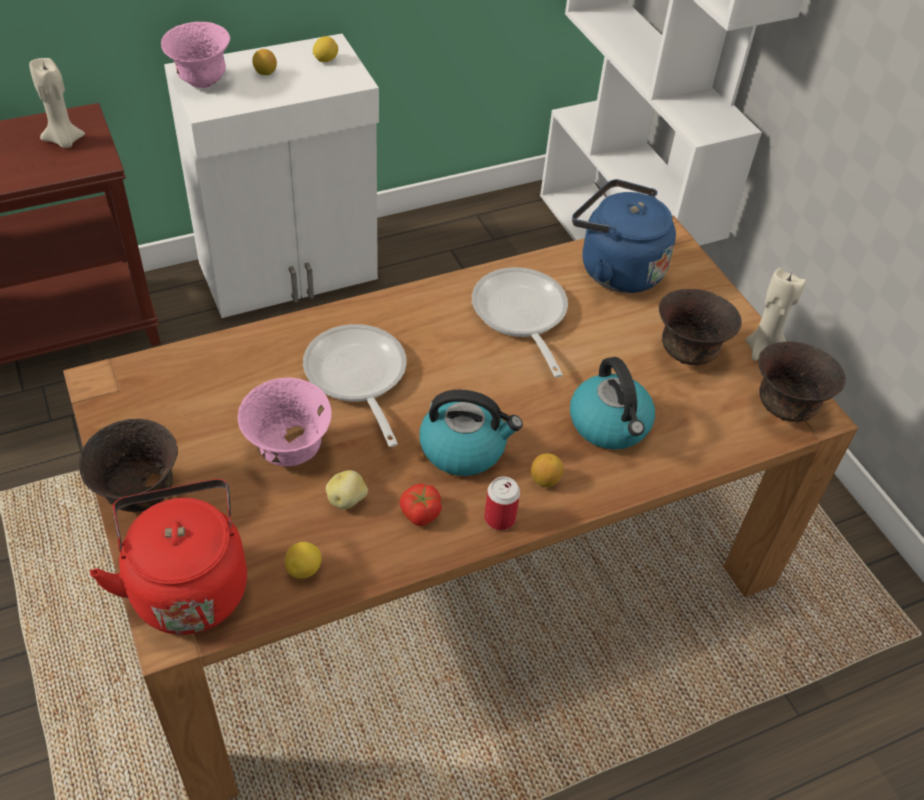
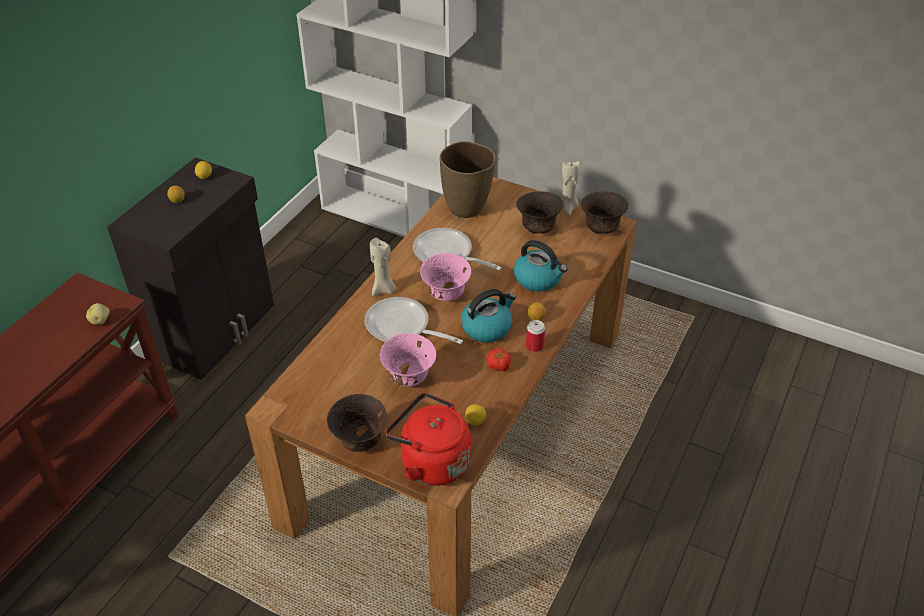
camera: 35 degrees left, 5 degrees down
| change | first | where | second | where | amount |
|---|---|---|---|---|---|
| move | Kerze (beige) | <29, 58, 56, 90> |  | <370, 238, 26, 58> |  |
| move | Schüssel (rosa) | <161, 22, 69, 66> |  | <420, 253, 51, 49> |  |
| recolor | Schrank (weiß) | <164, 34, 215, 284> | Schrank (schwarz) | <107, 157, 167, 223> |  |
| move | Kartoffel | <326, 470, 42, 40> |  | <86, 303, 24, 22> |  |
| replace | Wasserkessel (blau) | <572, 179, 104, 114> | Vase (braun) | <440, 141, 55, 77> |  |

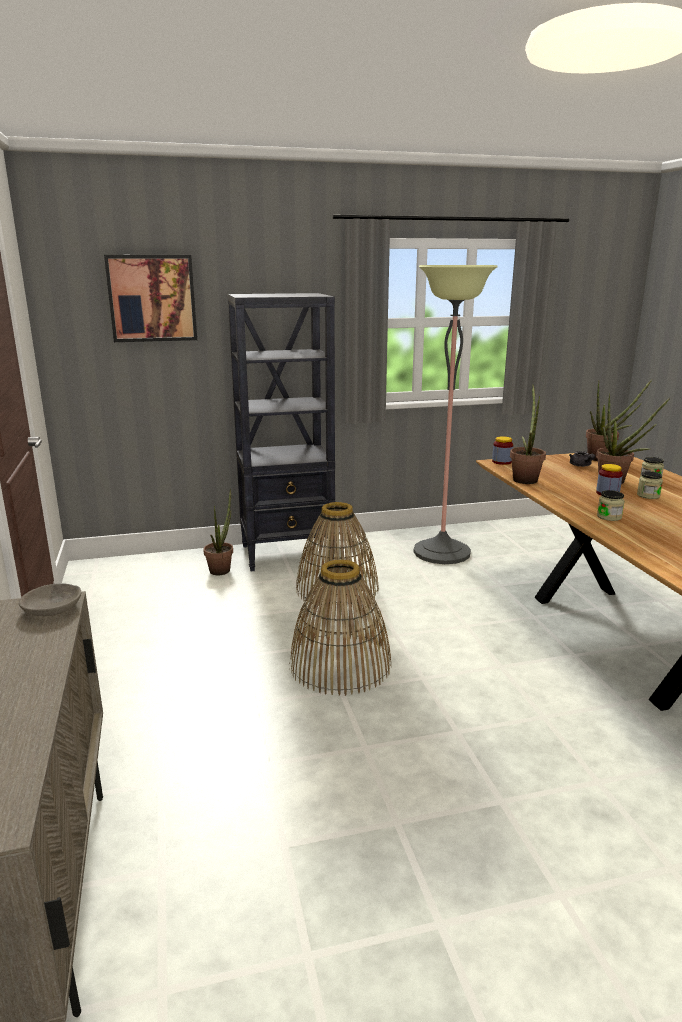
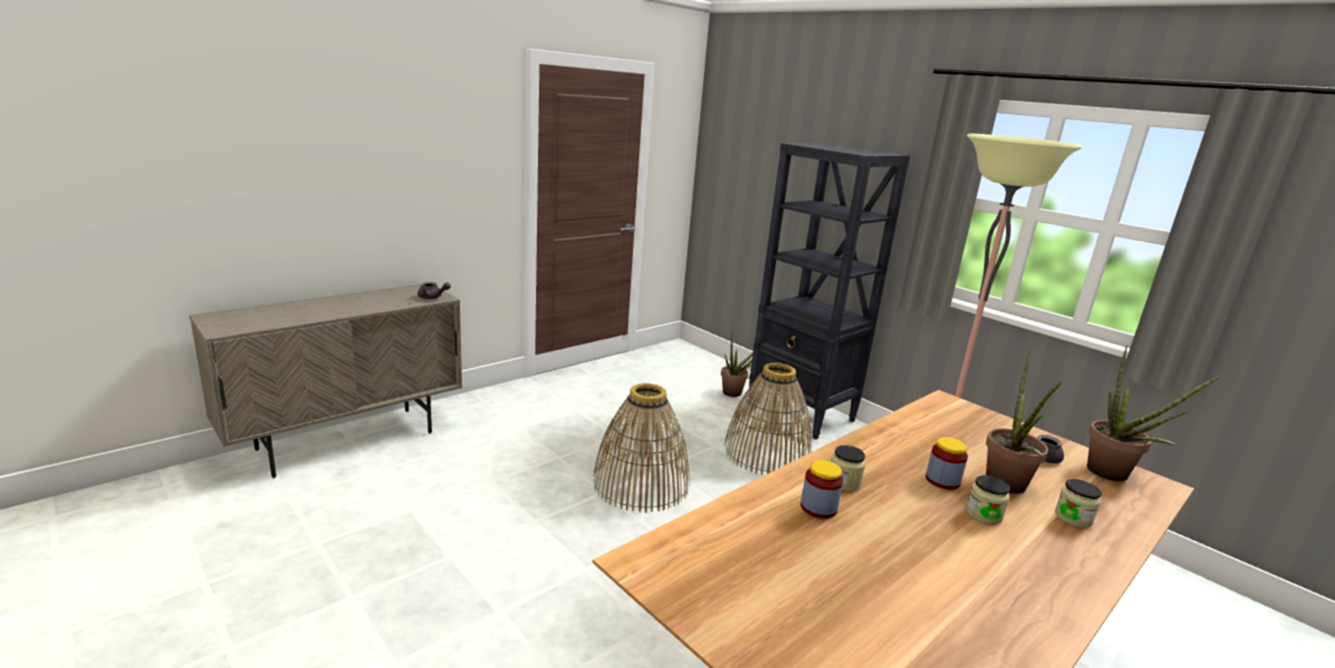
camera: 60 degrees right, 0 degrees up
| change | first | where | second | where | amount |
|---|---|---|---|---|---|
| replace | Schüssel (grau) | <19, 583, 62, 33> | Teekanne (grau) | <418, 282, 33, 17> |  |
| delete | Bild | <104, 255, 93, 87> |  |  |  |
| move | Vorratsglas | <492, 436, 21, 29> |  | <801, 460, 42, 59> |  |
| delete | Topfpflanze | <510, 384, 36, 100> |  |  |  |

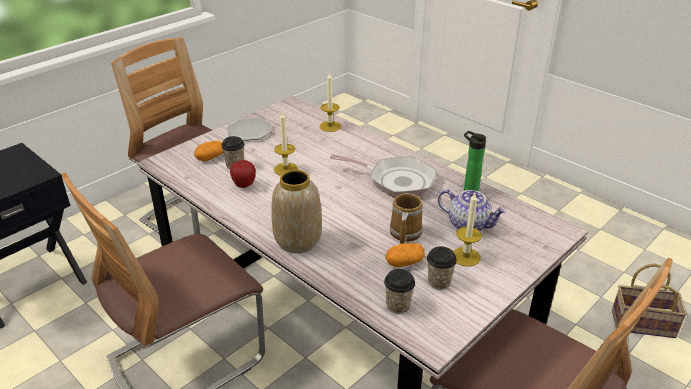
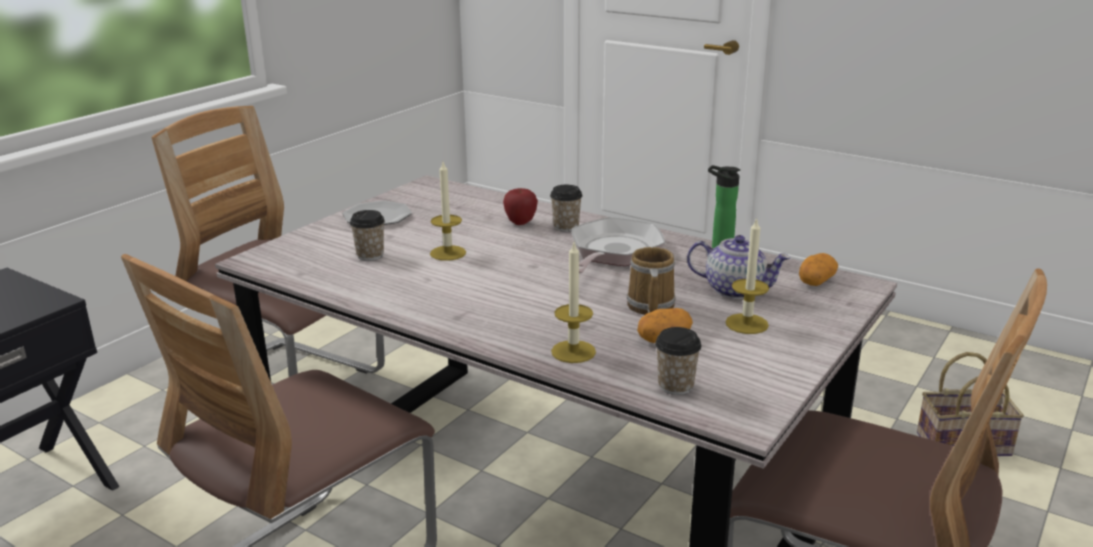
camera: 10 degrees left, 10 degrees down
| change | first | where | second | where | amount |
|---|---|---|---|---|---|
| move | Kartoffel | <194, 141, 29, 20> |  | <799, 253, 39, 33> |  |
| move | Apfel | <230, 160, 26, 28> |  | <503, 188, 35, 37> |  |
| delete | Vase | <271, 170, 51, 83> |  |  |  |
| move | Kerze | <319, 72, 22, 60> |  | <551, 240, 45, 123> |  |
| rotate | Pfanne | <330, 154, 107, 44> |  | <572, 217, 93, 56> | 75 degrees counterclockwise |
| move | Tasse | <427, 246, 30, 44> |  | <550, 185, 32, 47> |  |

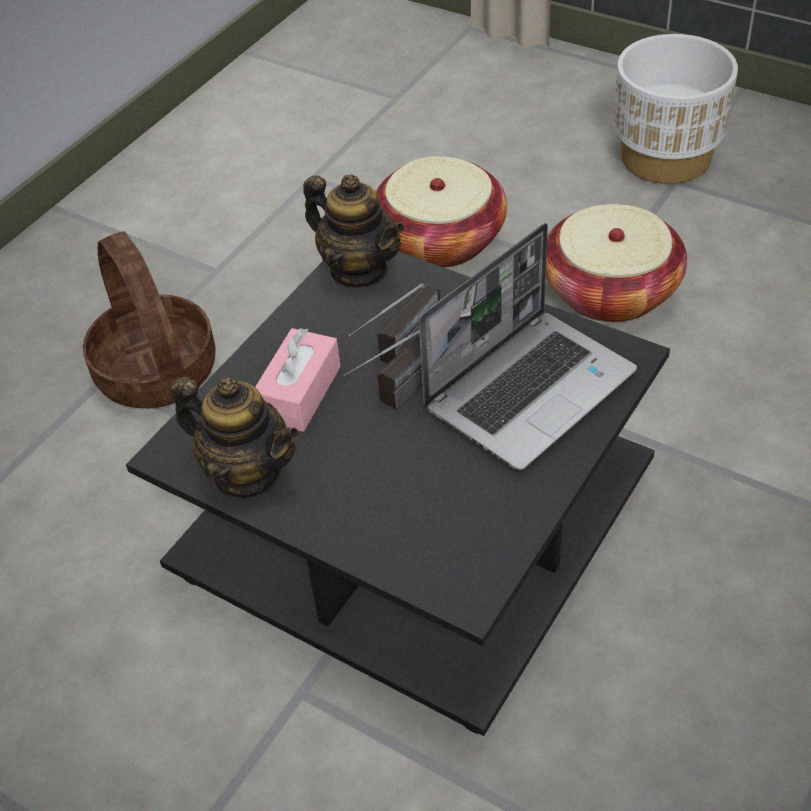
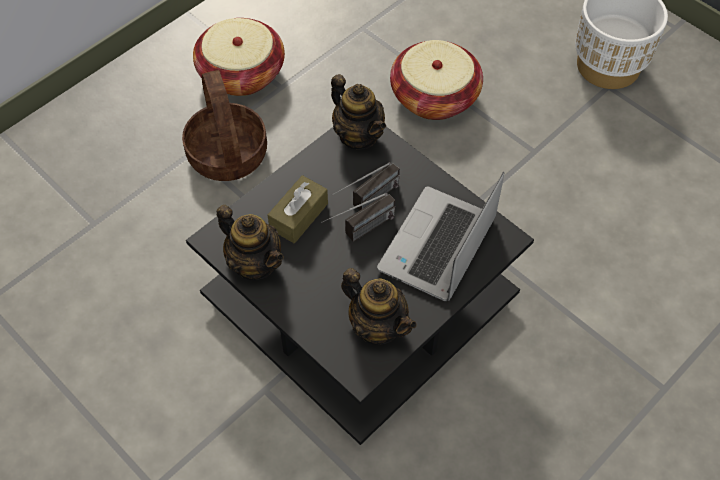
camera: 10 degrees right, 10 degrees up
| change | first | where | second | where | amount |
|---|---|---|---|---|---|
| recolor | Taschentuchbox (rosa) | <255, 328, 86, 104> | Taschentuchbox (braun) | <268, 175, 60, 68> |  |
| rotate | Laptop | <419, 223, 218, 247> |  | <377, 172, 128, 129> | 150 degrees clockwise |
| move | Korb | <546, 204, 141, 118> |  | <193, 18, 92, 78> |  |
| insert |  |  | Teekanne | <341, 268, 76, 77> |  |

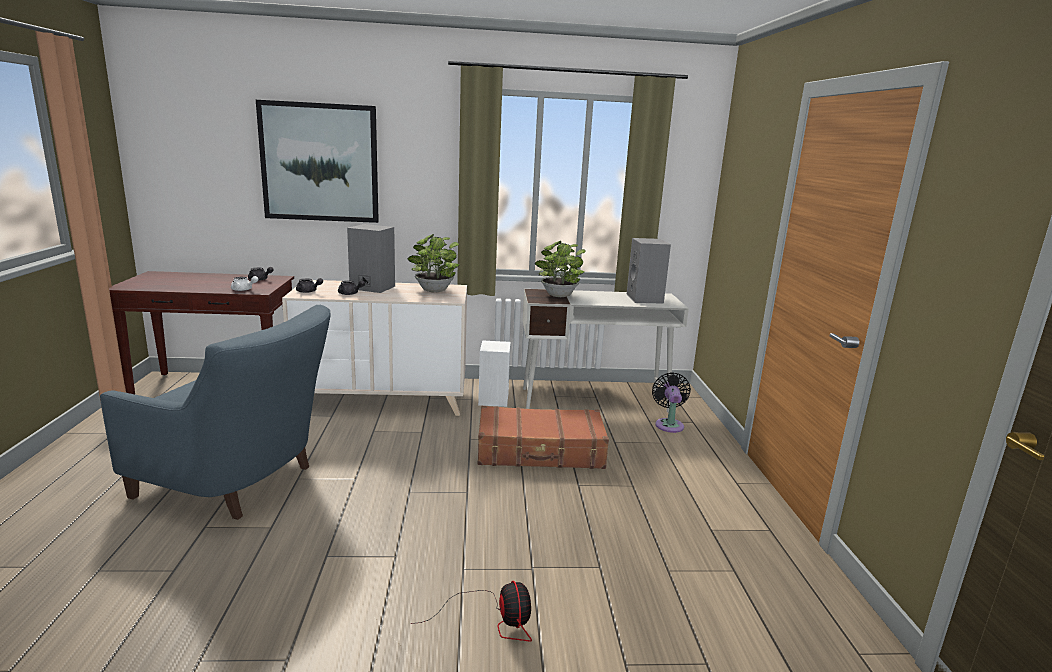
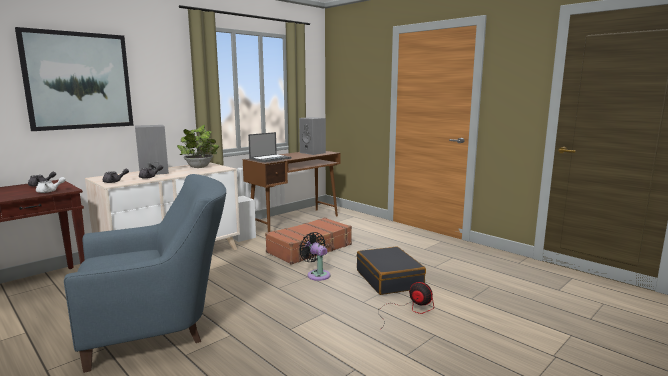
camera: 40 degrees left, 5 degrees down
| change | first | where | second | where | amount |
|---|---|---|---|---|---|
| recolor | Schreibtisch (weiß) | <523, 289, 166, 124> | Schreibtisch (braun) | <243, 151, 98, 81> |  |
| replace | Topfpflanze | <535, 241, 51, 56> | Laptop | <248, 132, 44, 30> |  |
| move | Ventilator (schwarz) | <652, 372, 39, 61> |  | <299, 232, 32, 49> |  |
| insert |  |  | Koffer (schwarz) | <357, 246, 69, 49> |  |

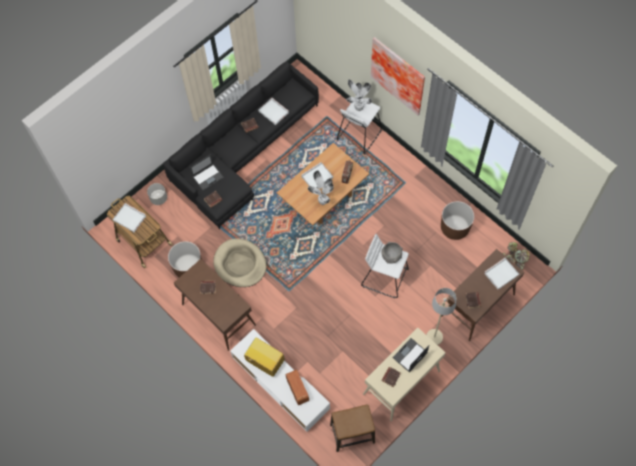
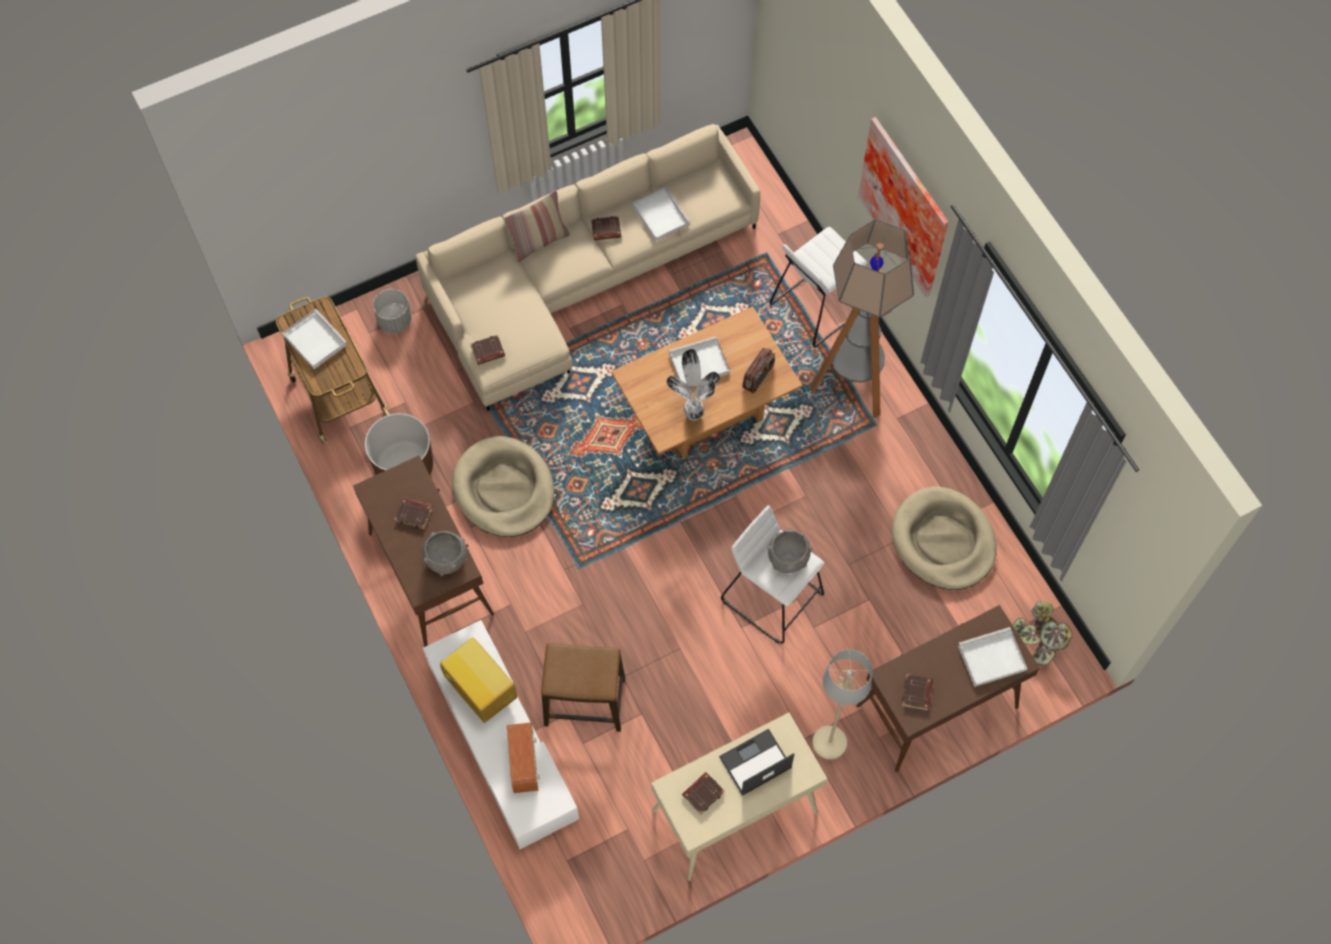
camera: 15 degrees right, 0 degrees up
| change | first | where | second | where | amount |
|---|---|---|---|---|---|
| recolor | Sofa (schwarz) | <163, 61, 156, 168> | Sofa (beige) | <416, 124, 344, 287> |  |
| delete | Laptop | <190, 154, 34, 37> |  |  |  |
| move | Hocker | <330, 404, 45, 48> |  | <541, 643, 84, 89> |  |
| delete | Topfpflanze | <346, 79, 26, 32> |  |  |  |
| replace | Pflanzkübel (braun) | <441, 201, 33, 39> | Hundebett (beige) | <891, 486, 106, 104> |  |
| insert |  |  | Schüssel (grau) | <422, 531, 45, 45> |  |
| insert |  |  | Kissen | <504, 191, 66, 72> |  |
| insert |  |  | Stehlampe | <811, 219, 103, 199> |  |

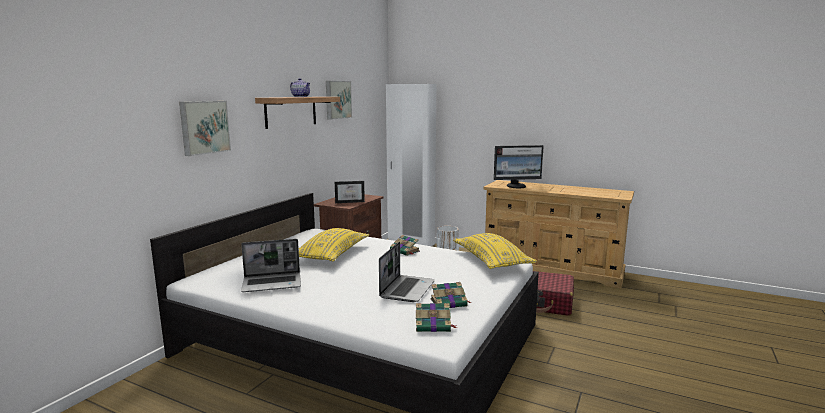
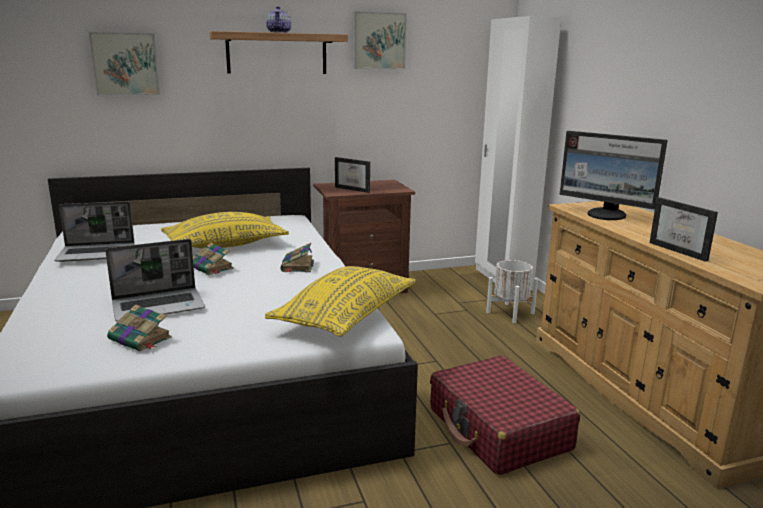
camera: 45 degrees right, 5 degrees up
| change | first | where | second | where | amount |
|---|---|---|---|---|---|
| rotate | Laptop | <241, 239, 60, 53> |  | <54, 201, 80, 61> | 45 degrees counterclockwise |
| move | Buch | <416, 303, 41, 29> |  | <193, 243, 41, 32> |  |
| insert |  |  | Bilderrahmen | <650, 197, 68, 65> |  |

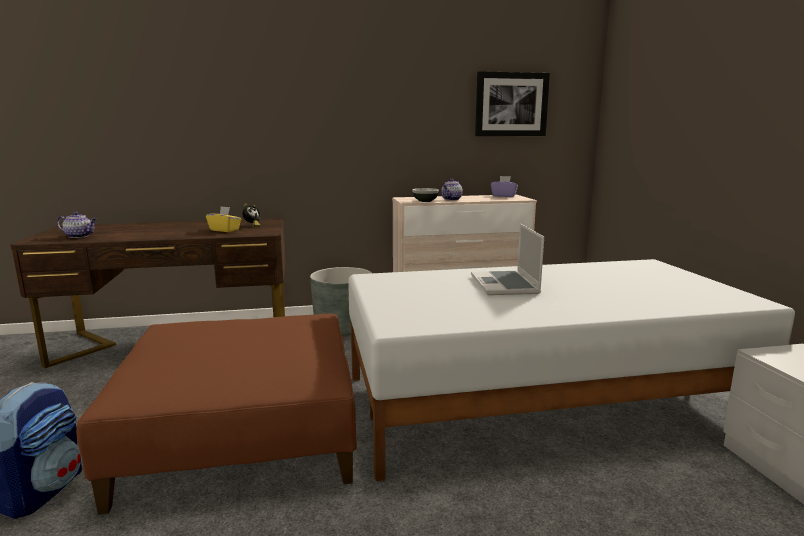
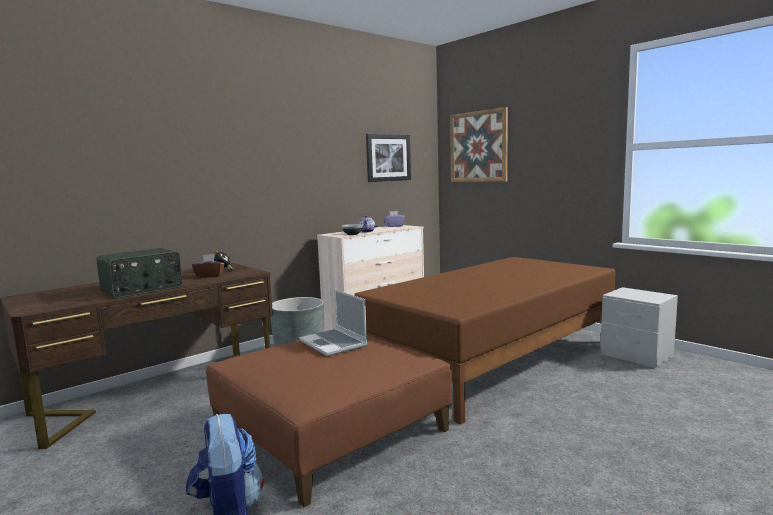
camera: 30 degrees left, 5 degrees down
| change | first | where | second | where | amount |
|---|---|---|---|---|---|
| delete | Teekanne | <57, 212, 40, 26> |  |  |  |
| recolor | Taschentuchbox (gelb) | <206, 206, 35, 26> | Taschentuchbox (braun) | <192, 254, 32, 24> |  |
| recolor | Bett (weiß) | <348, 259, 447, 222> | Bett (braun) | <354, 257, 262, 168> |  |
| move | Laptop | <471, 224, 73, 71> |  | <299, 289, 68, 67> |  |
| insert |  |  | Radio | <96, 248, 87, 50> |  |
| insert |  |  | Bild | <450, 107, 58, 75> |  |

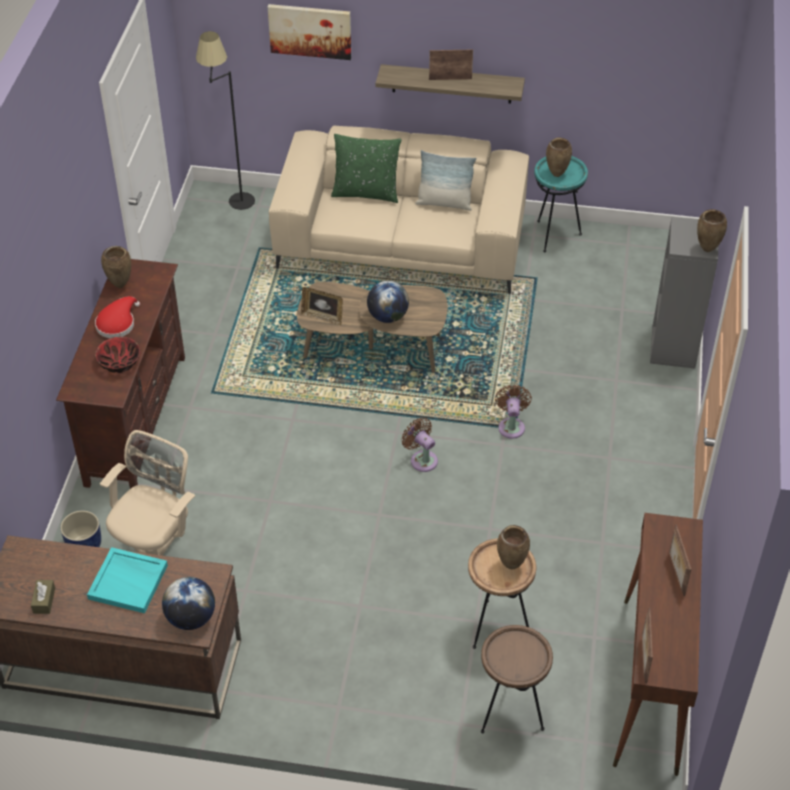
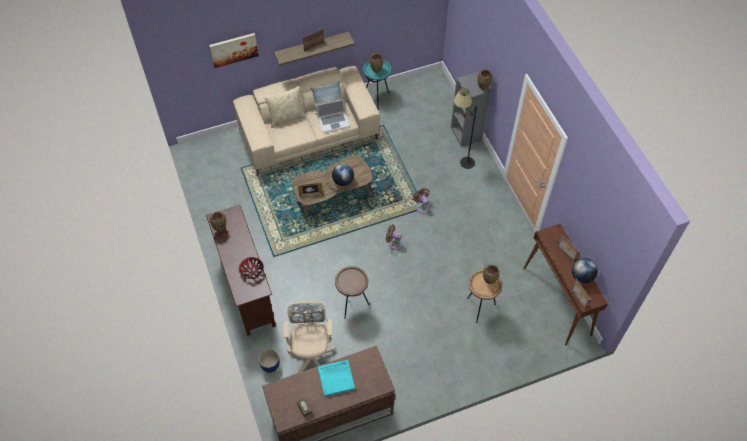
camera: 30 degrees left, 10 degrees up
| change | first | where | second | where | amount |
|---|---|---|---|---|---|
| delete | Hut (rot) | <95, 296, 45, 42> |  |  |  |
| move | Globus | <162, 577, 53, 53> |  | <572, 258, 26, 25> |  |
| move | Stehlampe (schwarz) | <196, 31, 59, 179> |  | <454, 88, 23, 81> |  |
| recolor | Kissen (grün) | <331, 134, 70, 69> | Kissen (beige) | <264, 86, 42, 42> |  |
| move | Beistelltisch (braun) | <481, 625, 72, 108> |  | <335, 266, 35, 53> |  |
| insert |  |  | Laptop | <317, 99, 33, 34> |  |

